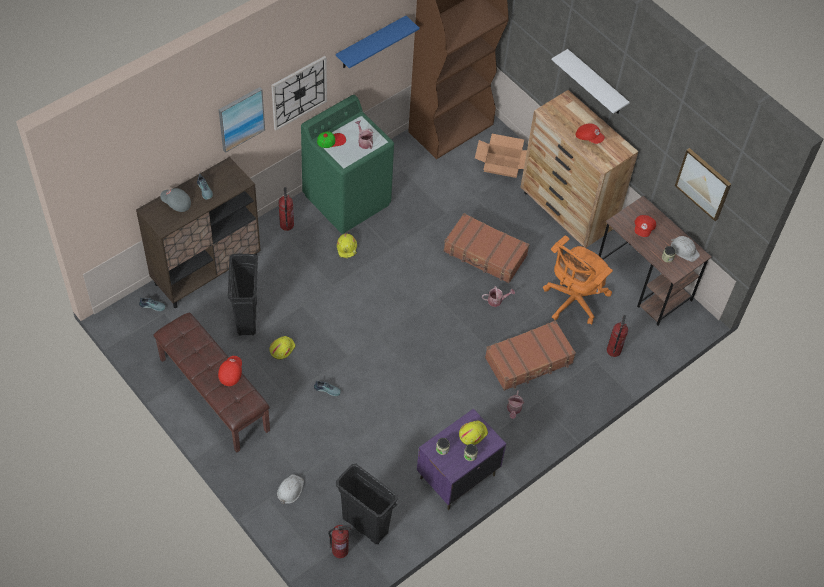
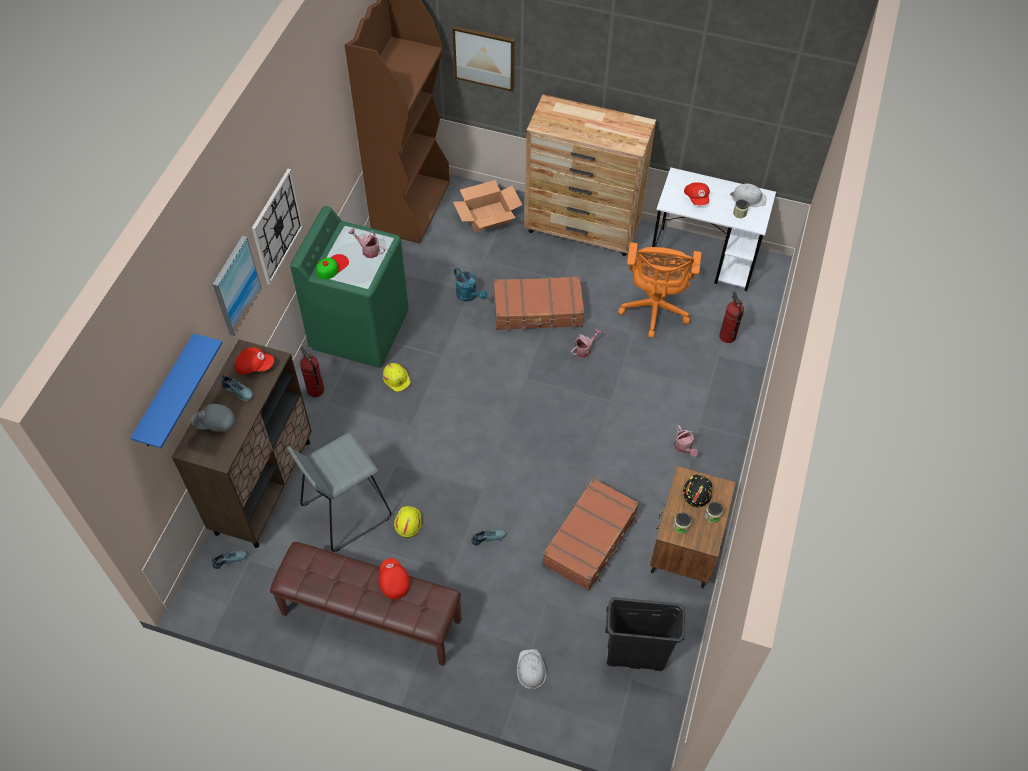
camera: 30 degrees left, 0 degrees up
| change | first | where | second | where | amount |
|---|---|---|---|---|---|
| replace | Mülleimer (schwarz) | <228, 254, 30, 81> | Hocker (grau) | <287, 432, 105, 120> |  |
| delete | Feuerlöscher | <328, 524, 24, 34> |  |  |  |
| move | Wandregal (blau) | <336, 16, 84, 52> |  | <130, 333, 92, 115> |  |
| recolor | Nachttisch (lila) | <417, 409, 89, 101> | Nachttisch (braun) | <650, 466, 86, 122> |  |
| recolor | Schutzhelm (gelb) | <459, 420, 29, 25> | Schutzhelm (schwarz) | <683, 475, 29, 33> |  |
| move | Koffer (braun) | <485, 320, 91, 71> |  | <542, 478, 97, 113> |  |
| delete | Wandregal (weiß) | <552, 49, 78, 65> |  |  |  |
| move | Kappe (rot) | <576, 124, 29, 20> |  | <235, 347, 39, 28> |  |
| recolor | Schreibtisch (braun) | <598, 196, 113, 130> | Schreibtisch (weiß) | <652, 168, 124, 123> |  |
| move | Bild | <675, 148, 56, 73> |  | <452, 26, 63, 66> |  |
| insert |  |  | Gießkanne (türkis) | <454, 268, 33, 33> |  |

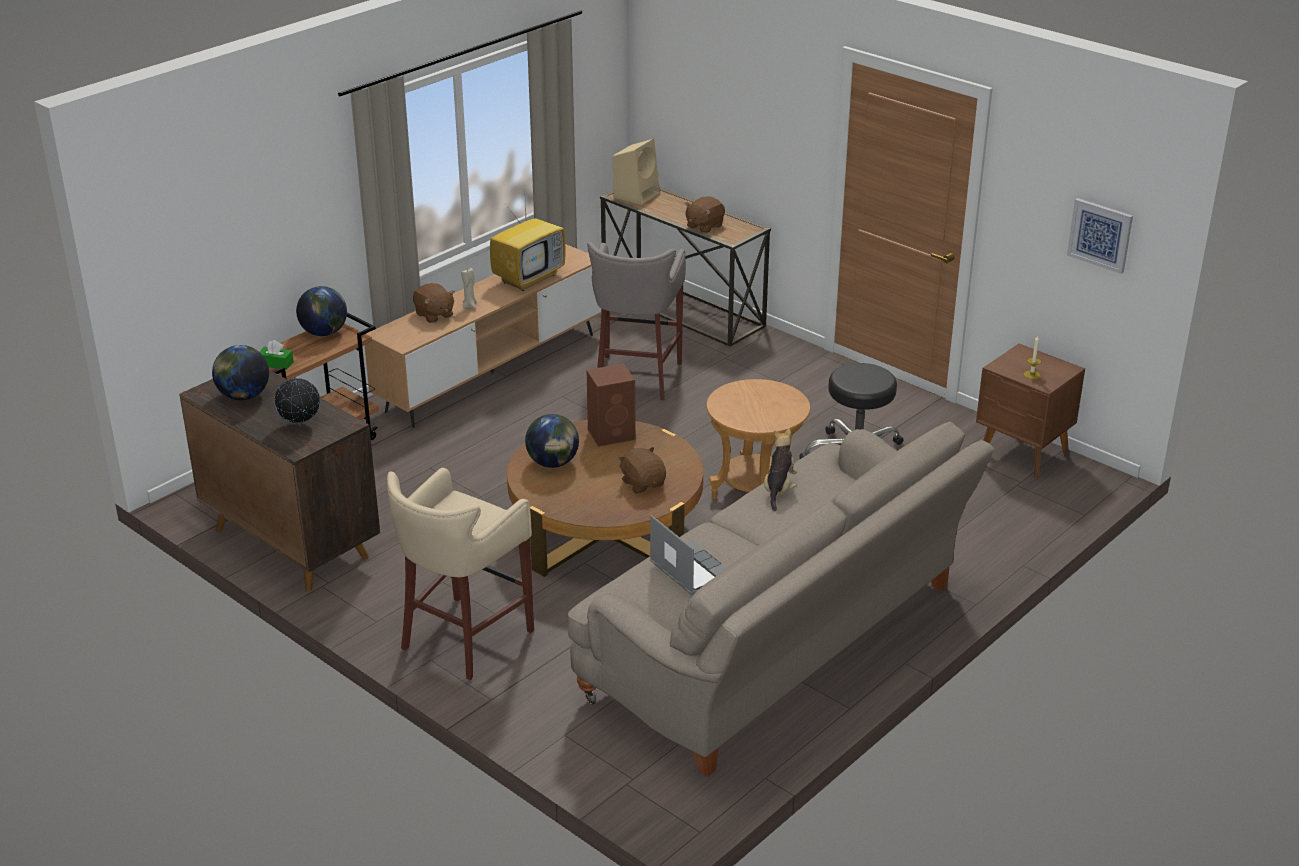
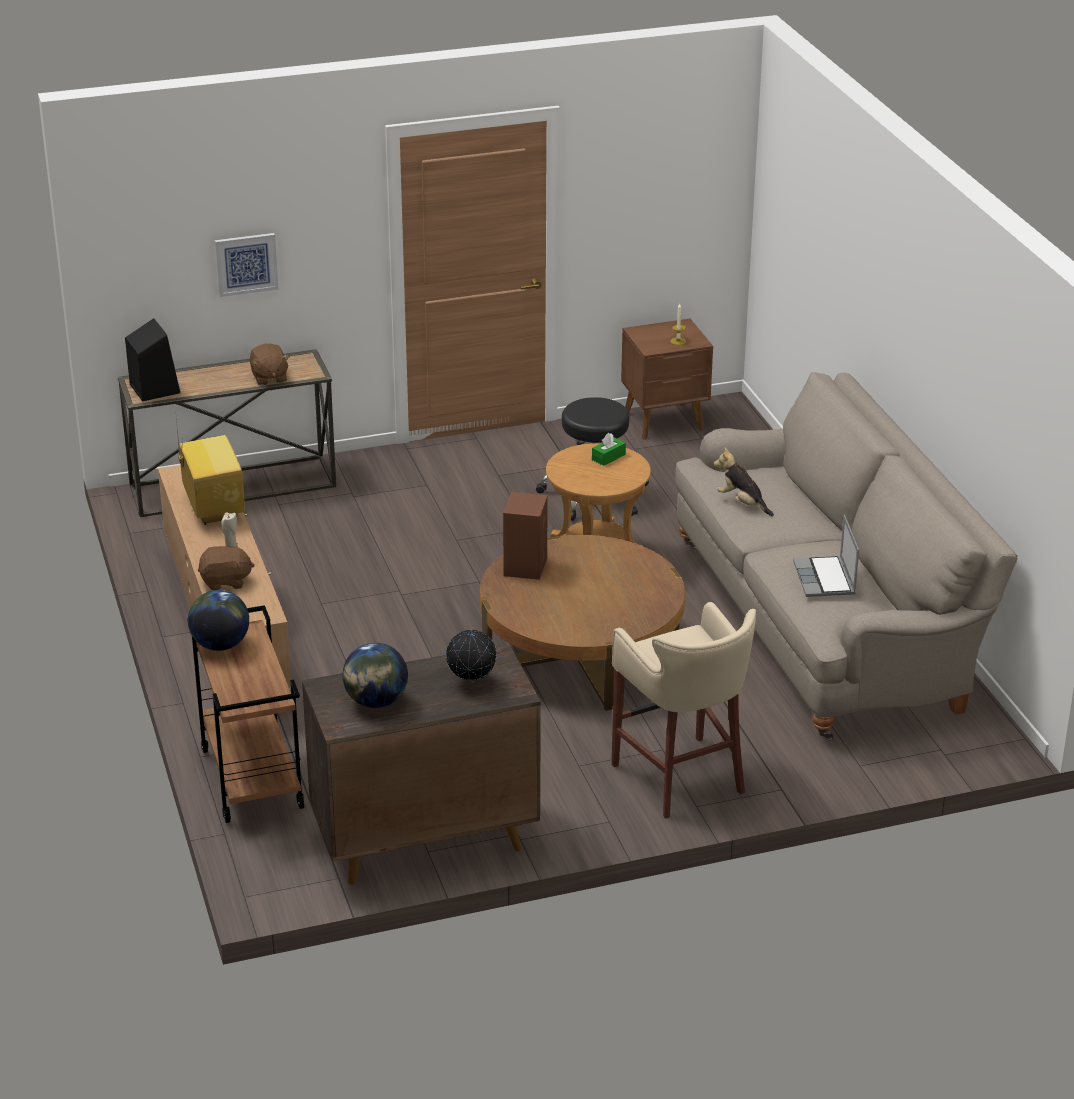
camera: 60 degrees left, 0 degrees up
| change | first | where | second | where | amount |
|---|---|---|---|---|---|
| move | Taschentuchbox (grün) | <259, 340, 35, 30> |  | <592, 433, 34, 33> |  |
| delete | Globus | <525, 414, 54, 54> |  |  |  |
| delete | Hocker (grau) | <587, 242, 99, 158> |  |  |  |
| recolor | Lautsprecher (beige) | <613, 139, 47, 66> | Lautsprecher (schwarz) | <125, 318, 55, 83> |  |
| delete | Plüschtier (braun) | <618, 447, 48, 46> |  |  |  |
| rotate | Laptop | <650, 515, 77, 80> |  | <793, 515, 66, 82> | 90 degrees counterclockwise |
| move | Bild | <1067, 198, 66, 76> |  | <215, 233, 63, 64> |  |

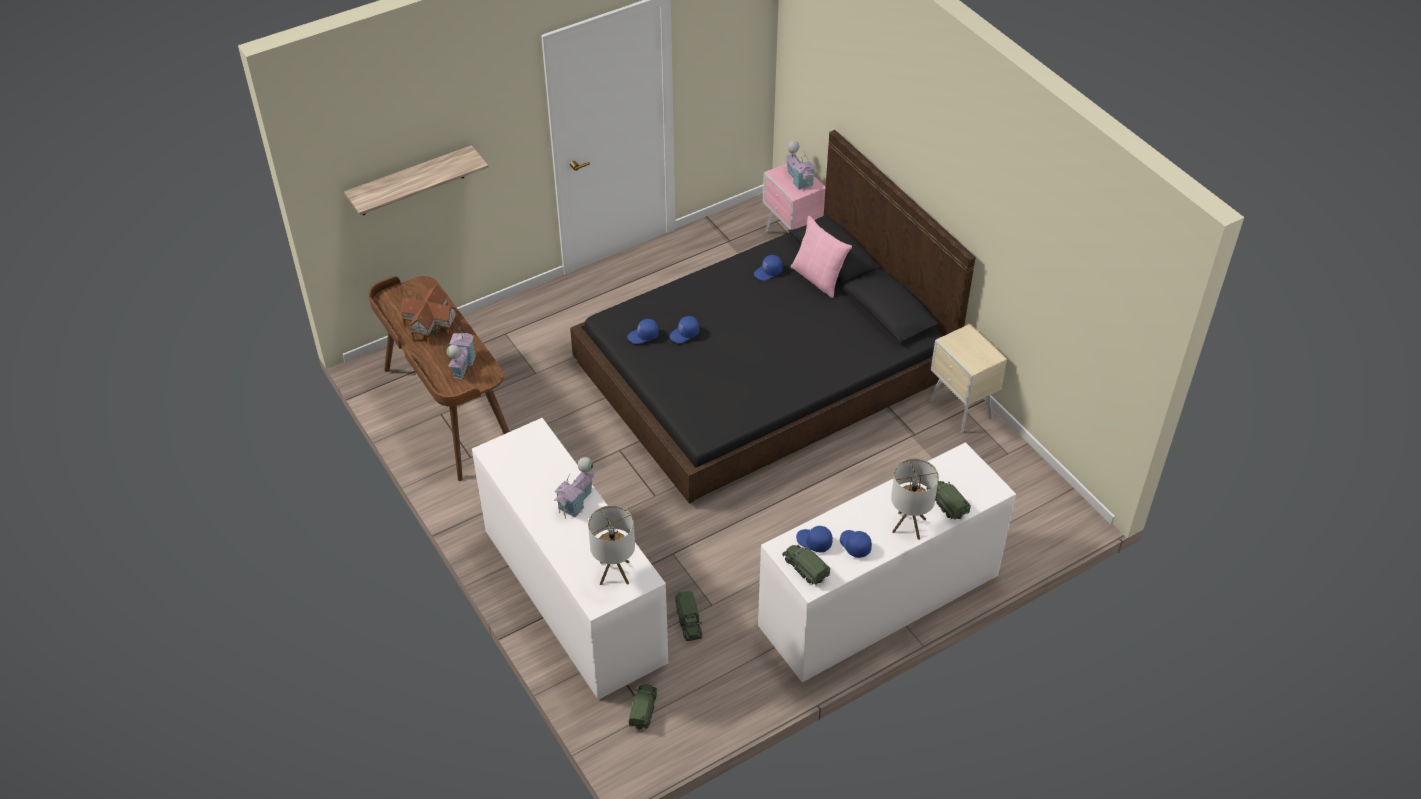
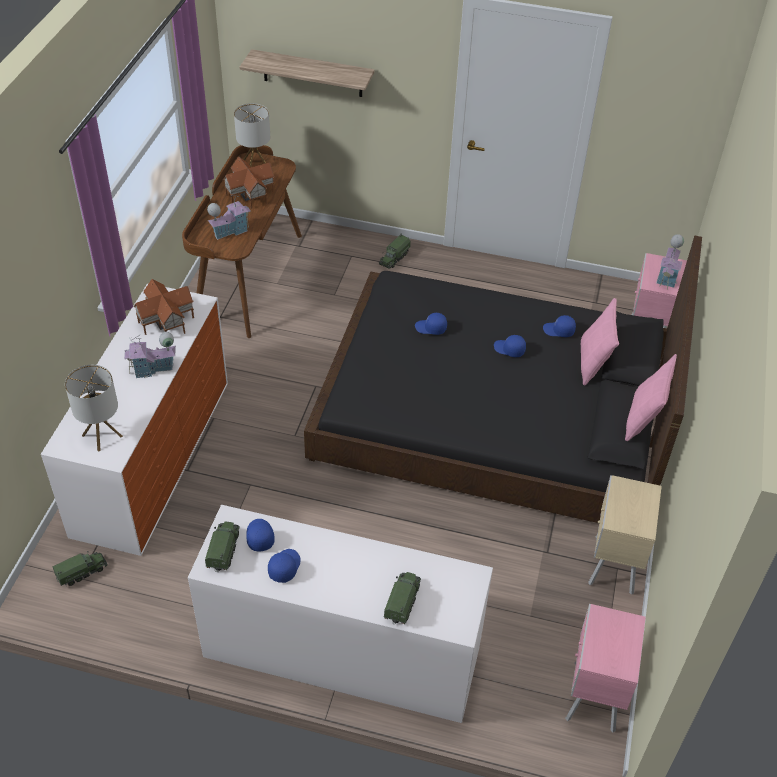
camera: 45 degrees right, 0 degrees up
| change | first | where | second | where | amount |
|---|---|---|---|---|---|
| move | Kappe (blau) | <627, 319, 32, 25> |  | <494, 335, 32, 22> |  |
| move | Spielzeuglaster | <675, 591, 27, 50> |  | <379, 234, 32, 35> |  |
| move | Tischlampe | <891, 459, 48, 81> |  | <234, 103, 36, 64> |  |
| insert |  |  | Spielzeughaus | <133, 279, 61, 56> |  |
| insert |  |  | Nachttisch (rosa) | <565, 604, 80, 128> |  |
| insert |  |  | Kissen (rosa) | <625, 354, 52, 87> |  |

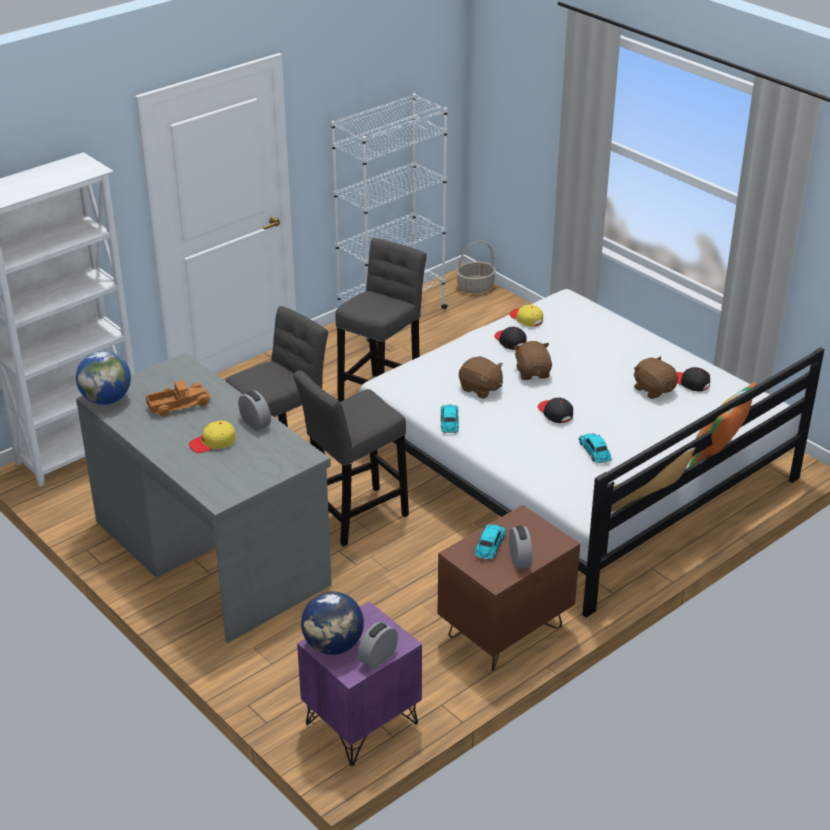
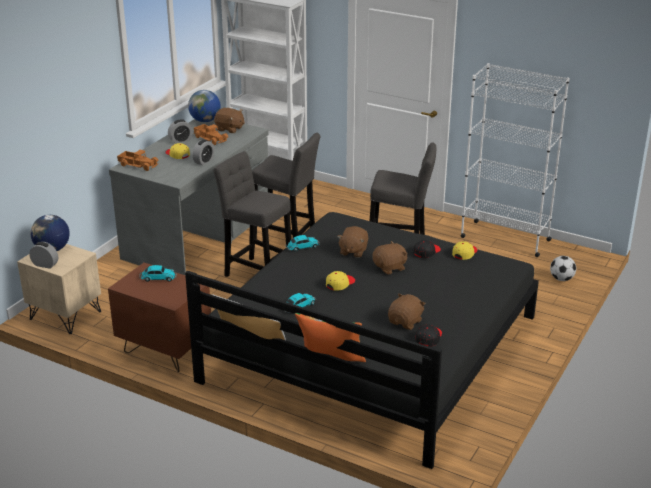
camera: 70 degrees right, 5 degrees down
| change | first | where | second | where | amount |
|---|---|---|---|---|---|
| recolor | Nachttisch (lila) | <297, 602, 125, 164> | Nachttisch (beige) | <17, 244, 84, 90> |  |
| recolor | Bett (weiß) | <359, 289, 466, 328> | Bett (schwarz) | <185, 212, 354, 257> |  |
| delete | Korb | <456, 240, 40, 53> |  |  |  |
| move | Wecker | <509, 526, 24, 43> |  | <168, 119, 25, 24> |  |
| recolor | Kappe (schwarz) | <538, 398, 35, 25> | Kappe (gelb) | <326, 271, 29, 20> |  |
| insert |  |  | Spielzeuglaster | <117, 150, 42, 21> |  |
| insert |  |  | Plüschtier (braun) | <214, 108, 31, 25> |  |
| insert |  |  | Fußball | <550, 256, 26, 25> |  |

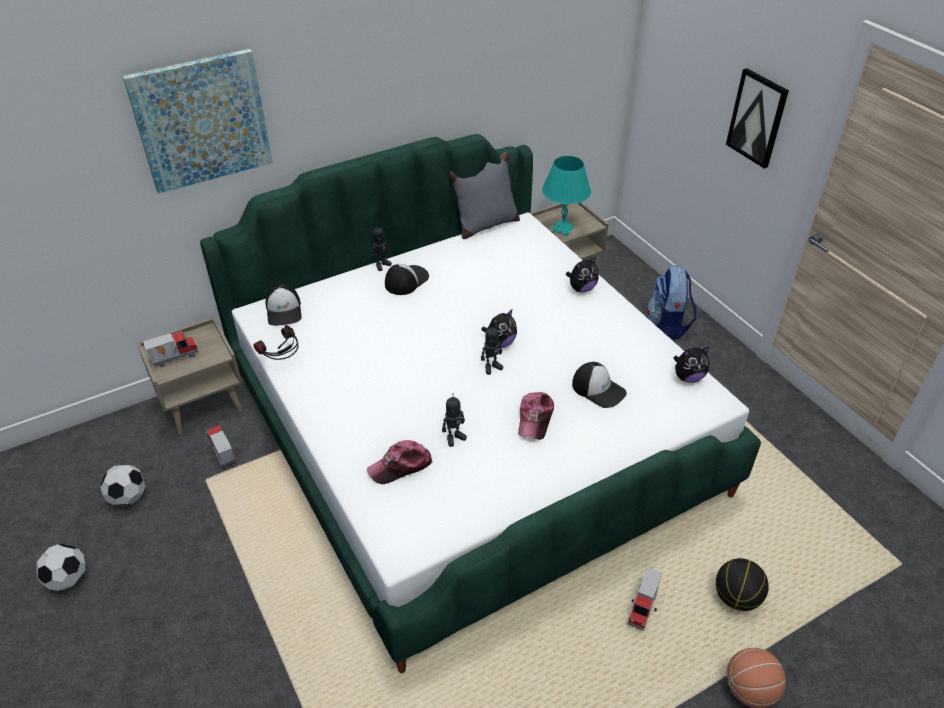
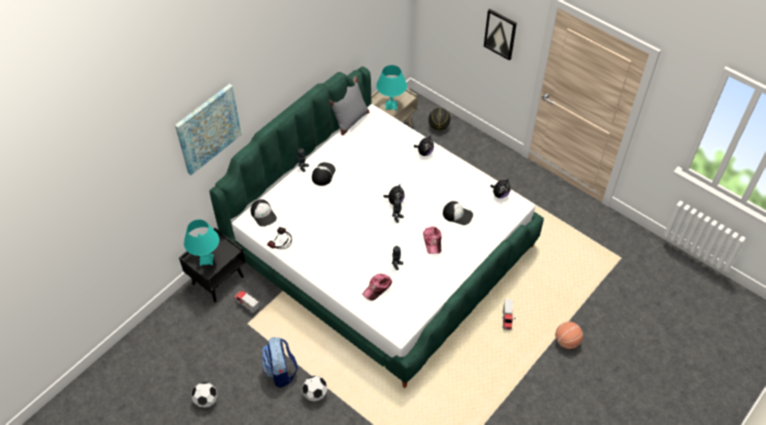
camera: 20 degrees left, 10 degrees up
| change | first | where | second | where | amount |
|---|---|---|---|---|---|
| move | Fußball | <100, 465, 45, 40> |  | <302, 376, 25, 26> |  |
| recolor | Nachttisch (beige) | <137, 317, 105, 118> | Nachttisch (schwarz) | <179, 228, 66, 74> |  |
| replace | Spielzeuglaster | <143, 331, 56, 36> | Tischlampe (türkis) | <184, 220, 35, 46> |  |
| move | Rucksack | <647, 265, 49, 75> |  | <262, 337, 36, 51> |  |
| move | Basketball | <716, 558, 53, 53> |  | <428, 108, 23, 22> |  |

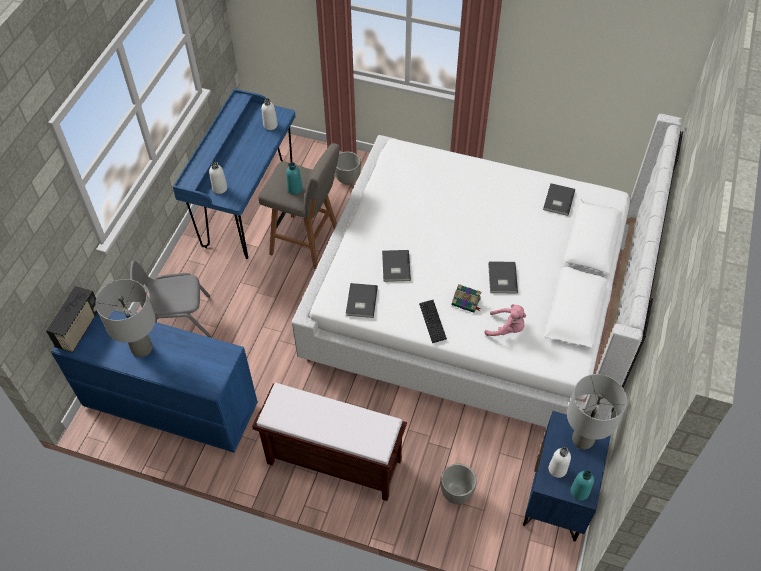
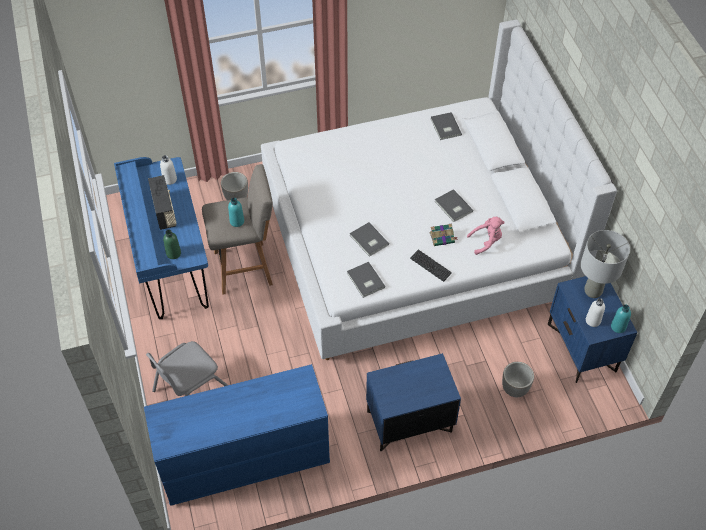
camera: 35 degrees left, 0 degrees up
| change | first | where | second | where | amount |
|---|---|---|---|---|---|
| move | Radio | <46, 286, 52, 67> |  | <148, 175, 29, 55> |  |
| delete | Tischlampe (grau) | <95, 279, 60, 78> |  |  |  |
| recolor | Flasche (weiß) | <209, 162, 18, 32> | Flasche (grün) | <163, 230, 18, 29> |  |
| replace | Bank (braun) | <252, 382, 155, 119> | Nachttisch (blau) | <366, 353, 95, 99> |  |

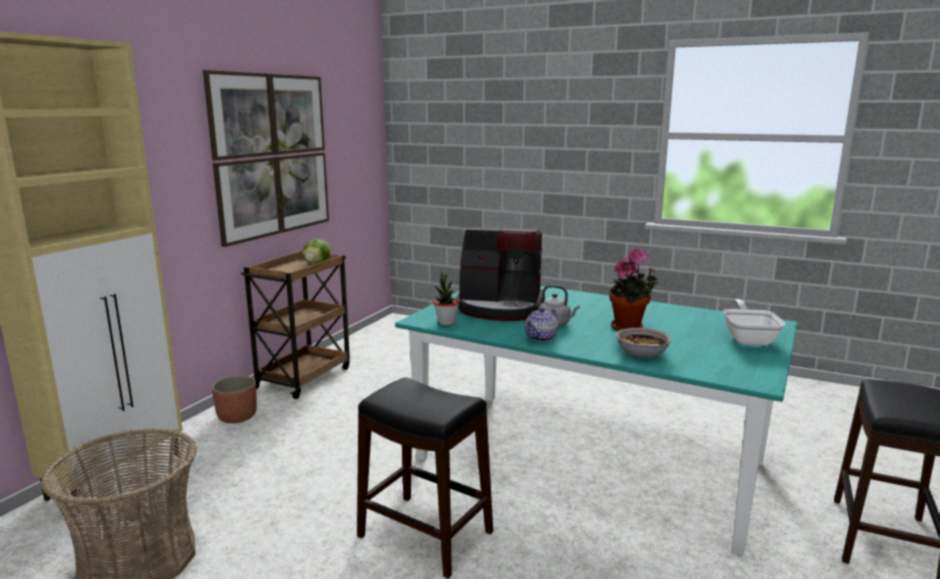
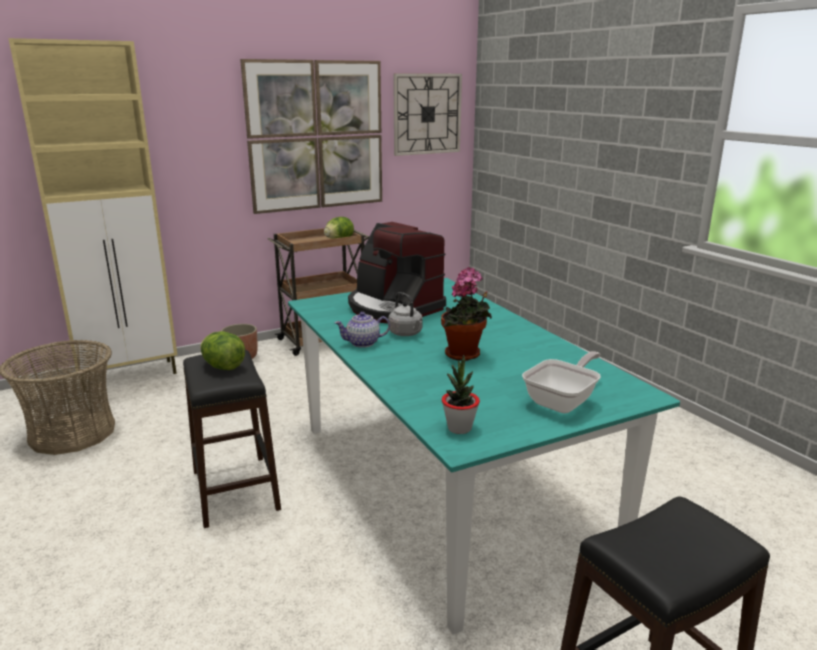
camera: 35 degrees right, 5 degrees up
| change | first | where | second | where | amount |
|---|---|---|---|---|---|
| move | Topfpflanze | <434, 272, 25, 53> |  | <442, 355, 38, 79> |  |
| delete | Schüssel | <616, 328, 56, 30> |  |  |  |
| insert |  |  | Salatkopf | <200, 331, 45, 39> |  |
| insert |  |  | Wanduhr | <393, 73, 69, 83> |  |

